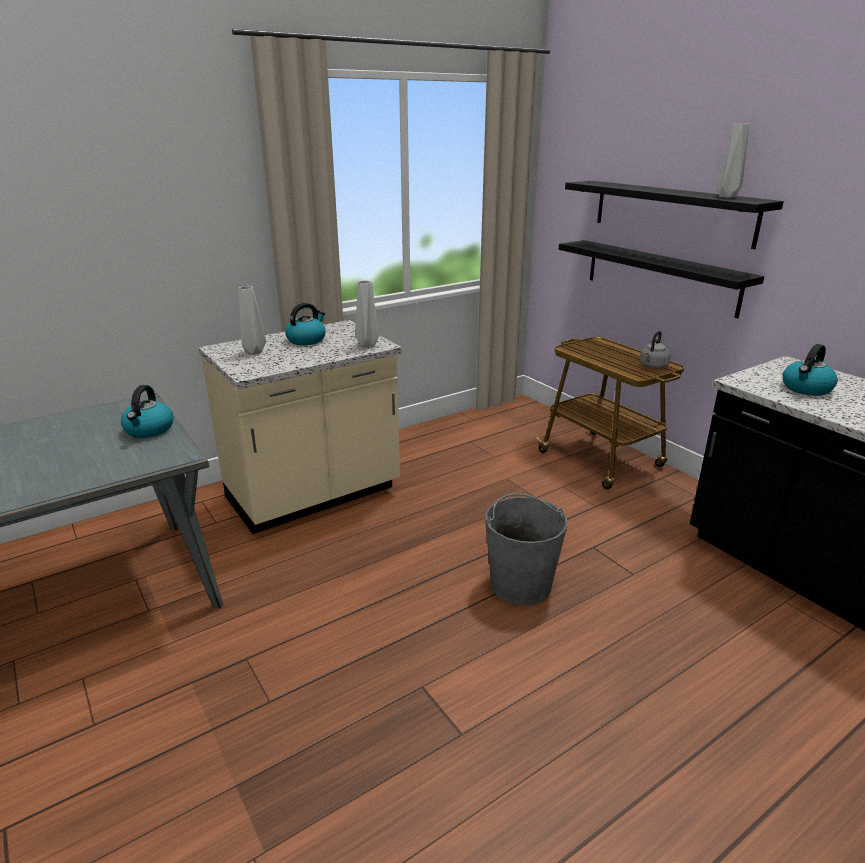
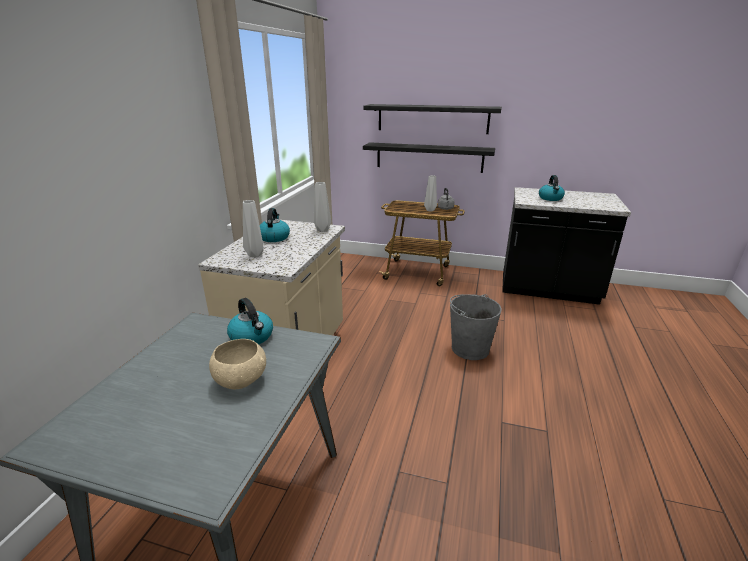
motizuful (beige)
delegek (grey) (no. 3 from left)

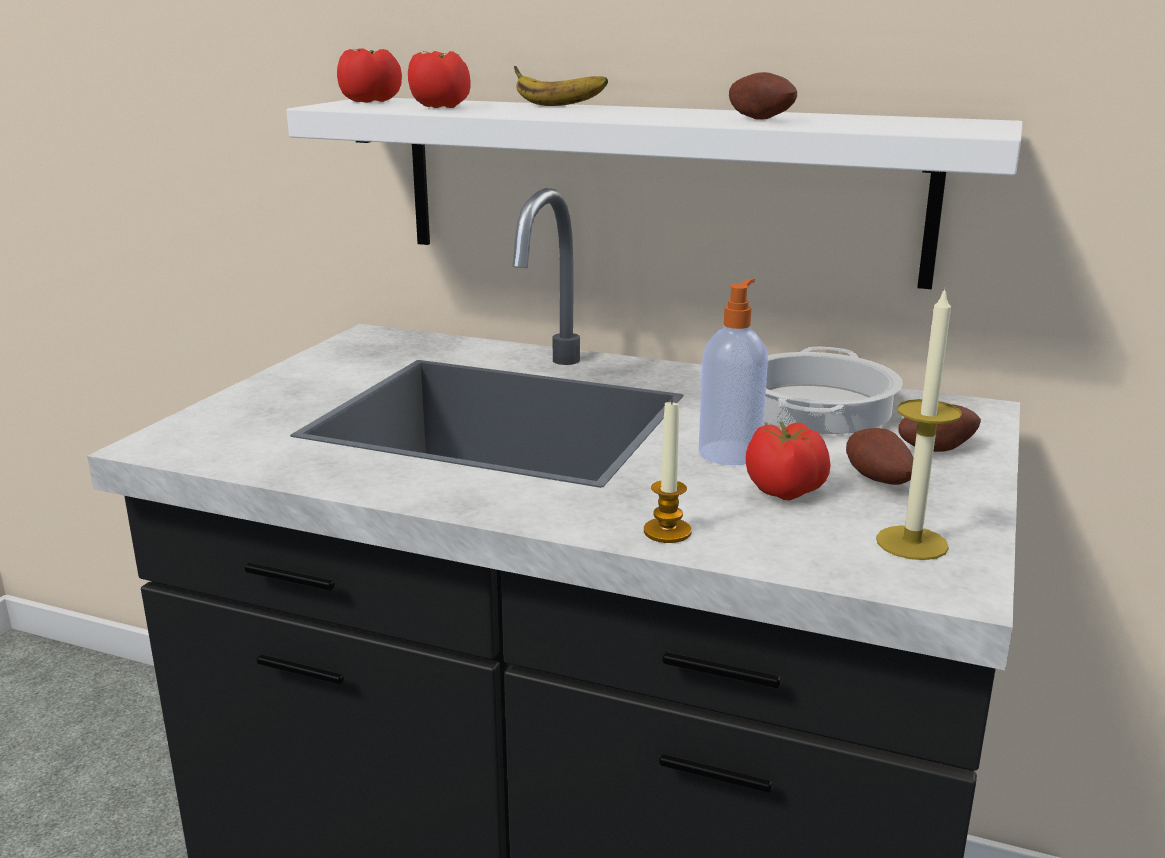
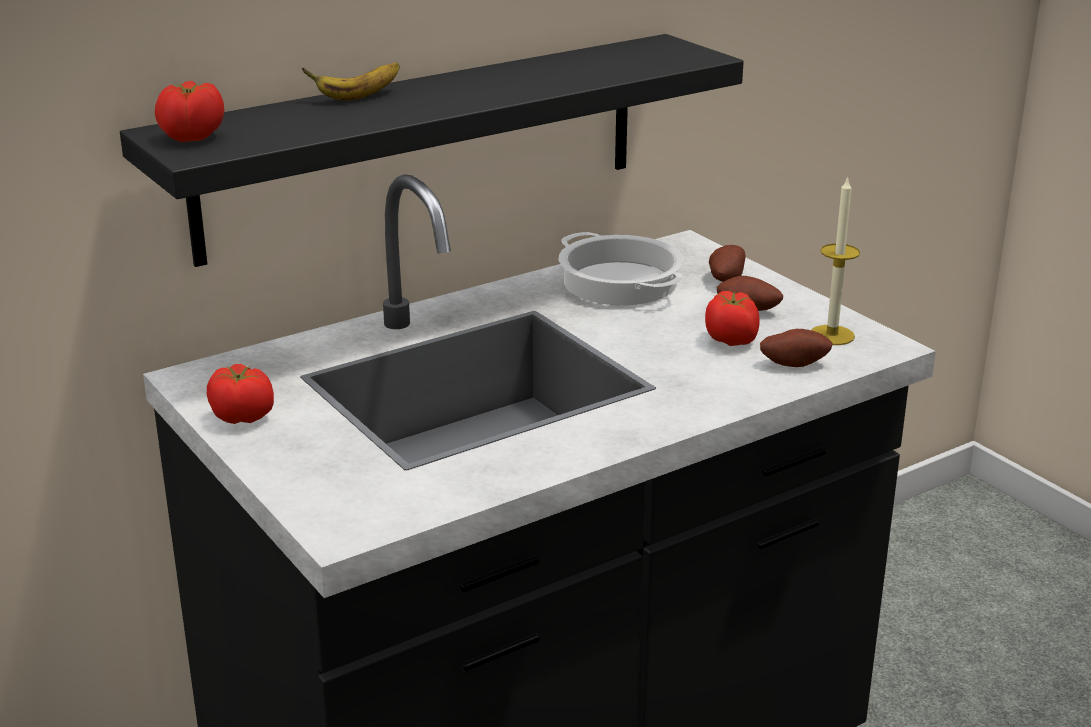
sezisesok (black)
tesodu (no. 2 from left)
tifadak (no. 3 from left)
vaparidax (no. 1 from left in the first image)
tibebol

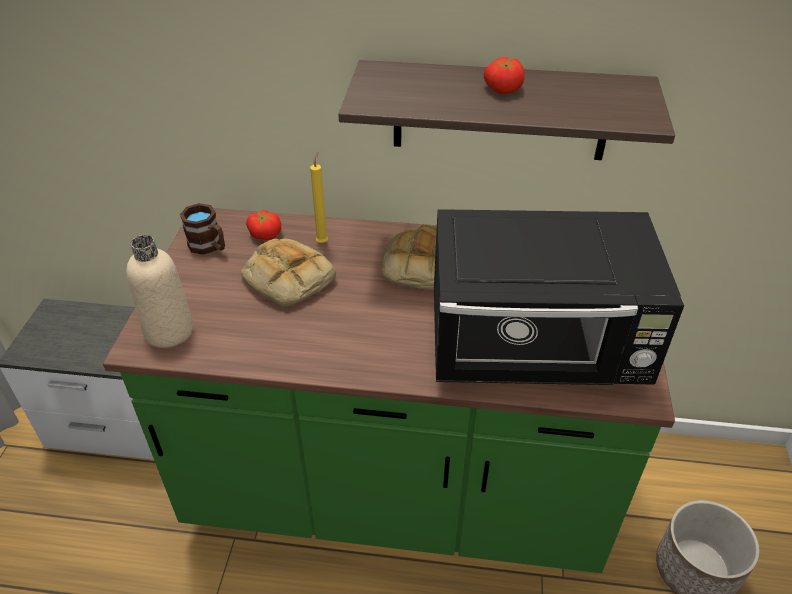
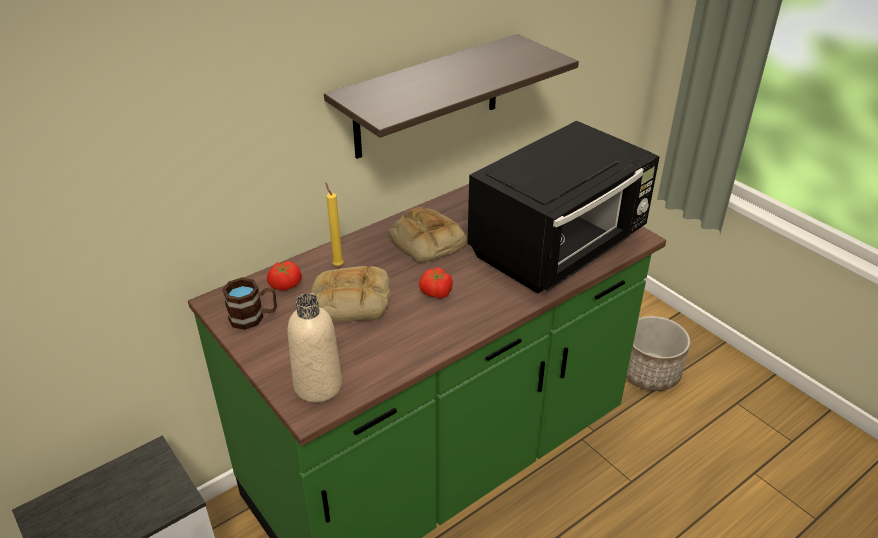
tesodu (no. 2 from left)

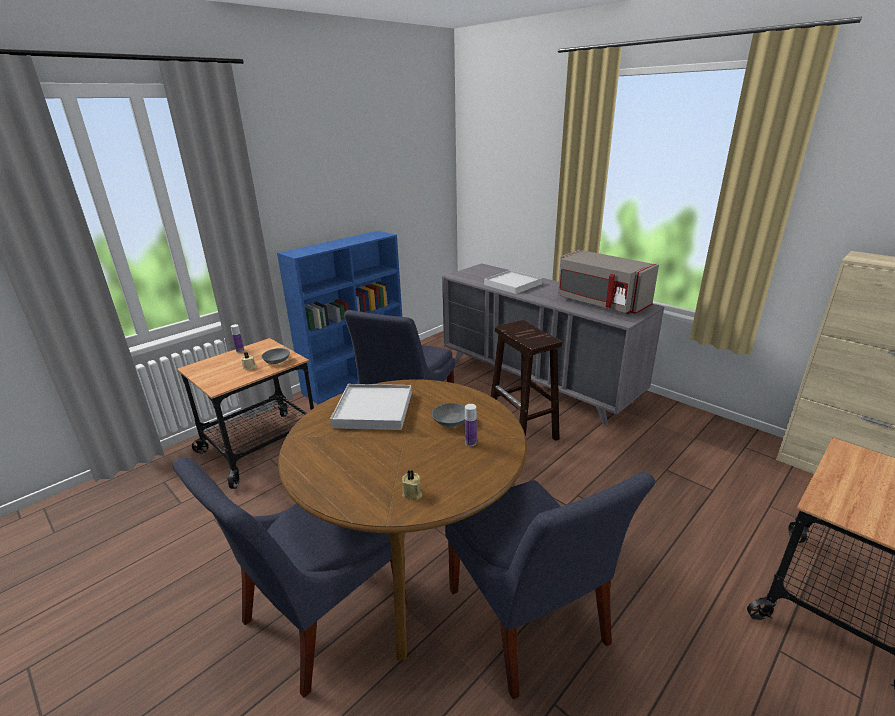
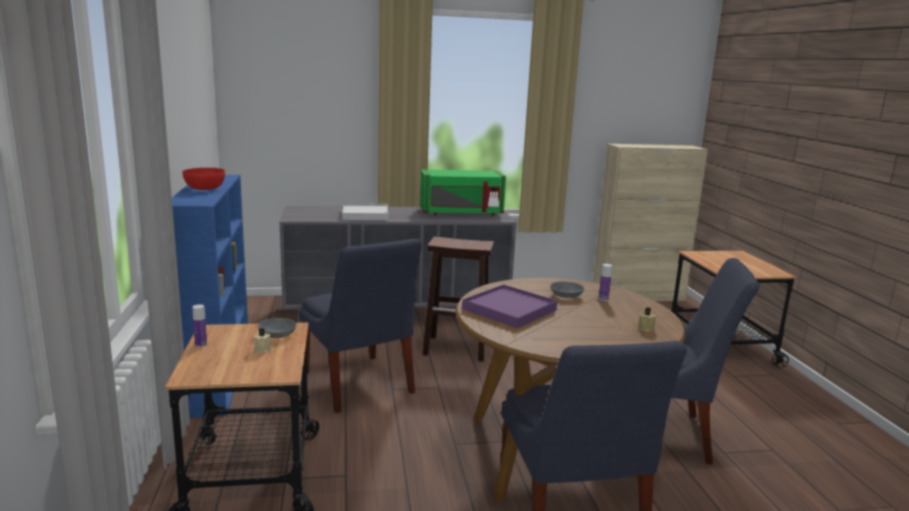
motizuful (red)
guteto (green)
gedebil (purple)

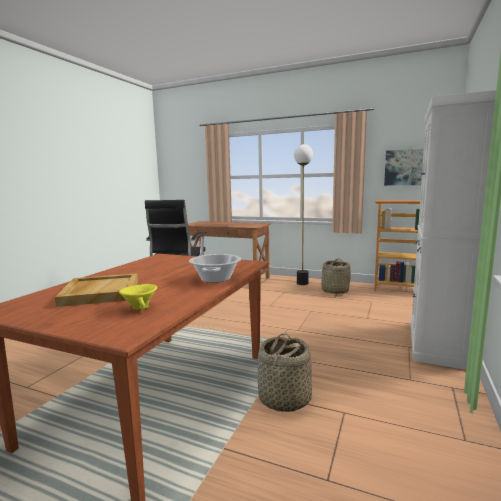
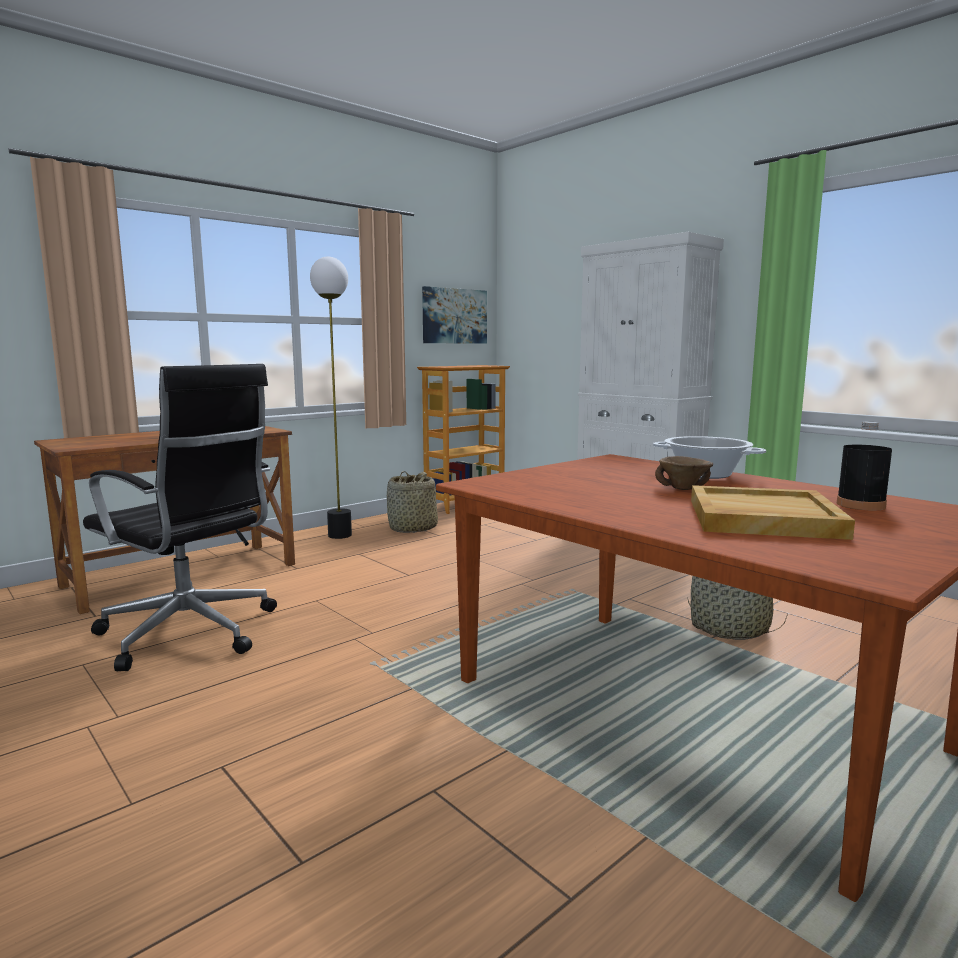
motizuful (brown)
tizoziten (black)

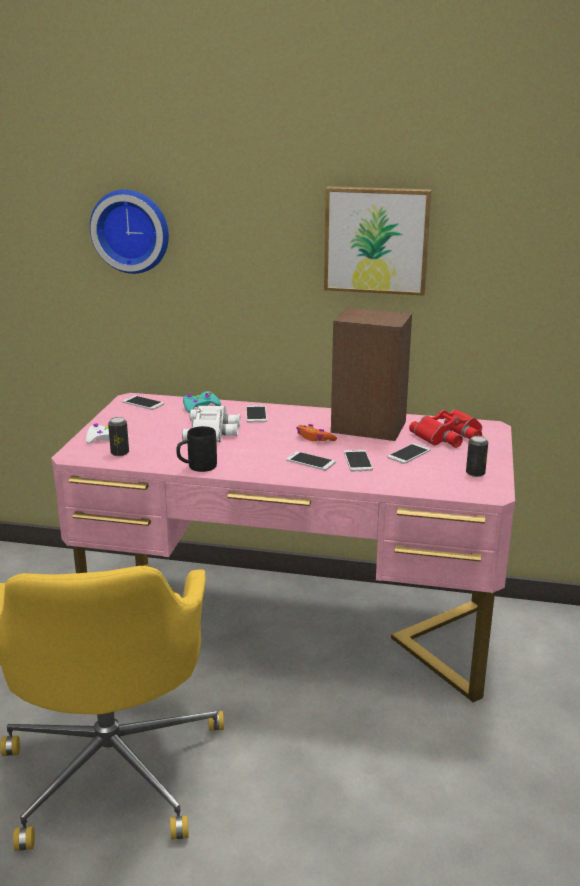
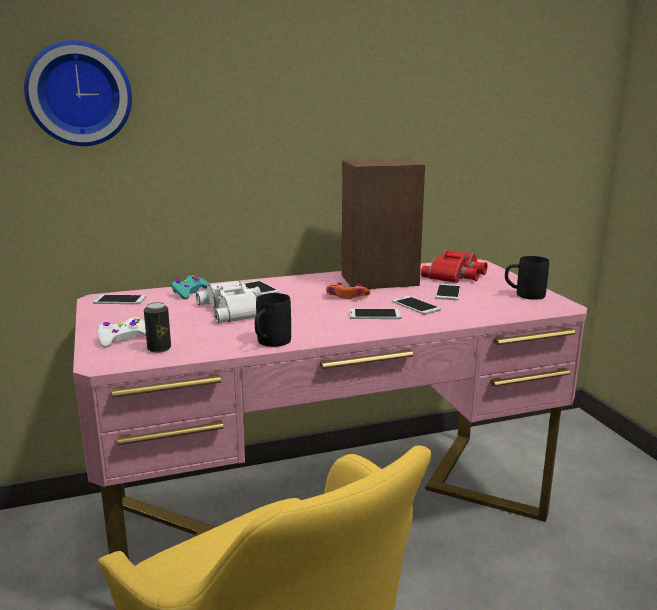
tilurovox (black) (no. 2 from left)
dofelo

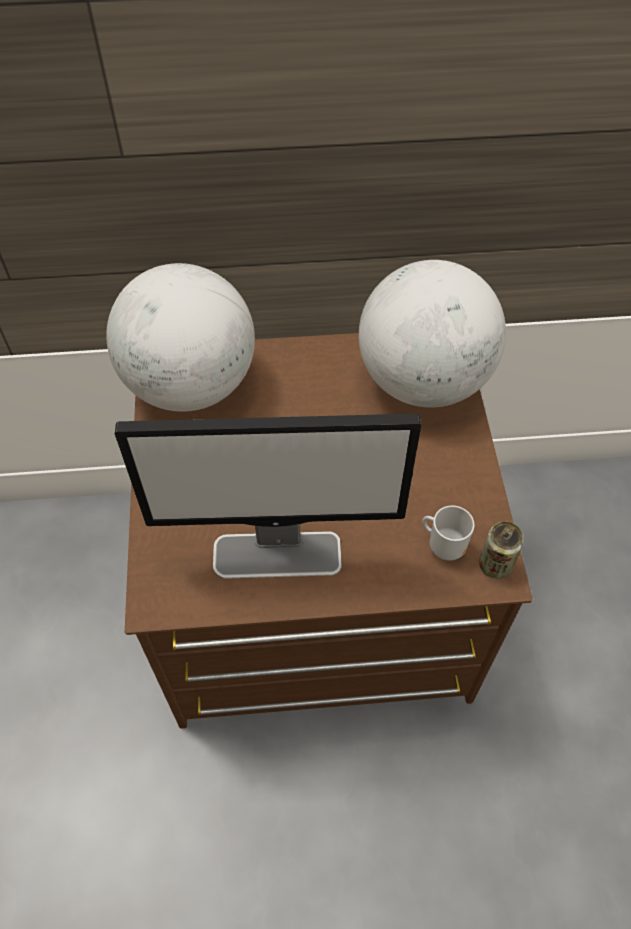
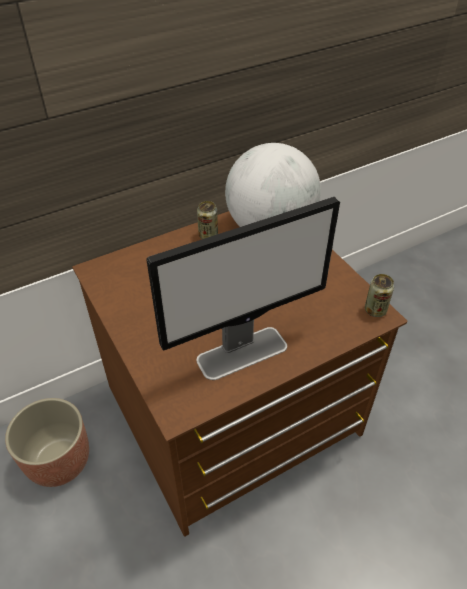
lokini
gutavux (no. 1 from left)
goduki (no. 1 from left in the first image)
tilurovox

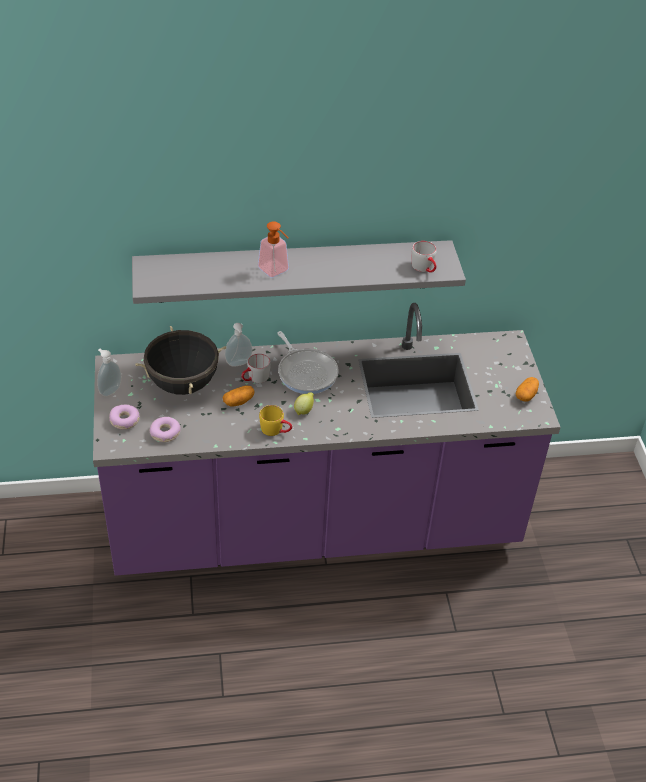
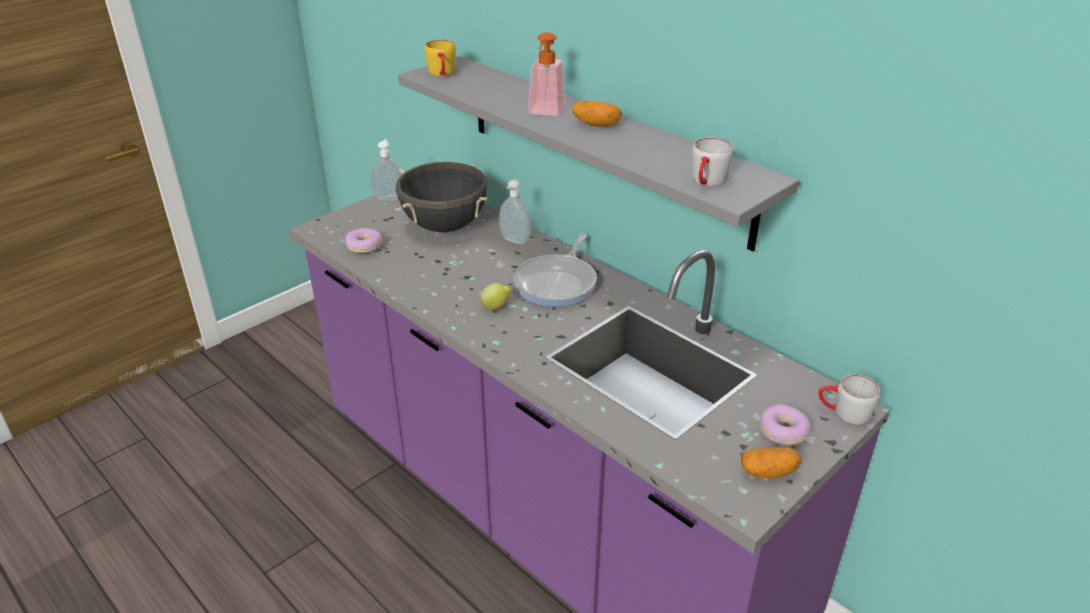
tilurovox (yellow)
tifadak (no. 1 from left)
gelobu (no. 2 from left)
tilurovox (grey) (no. 2 from left)

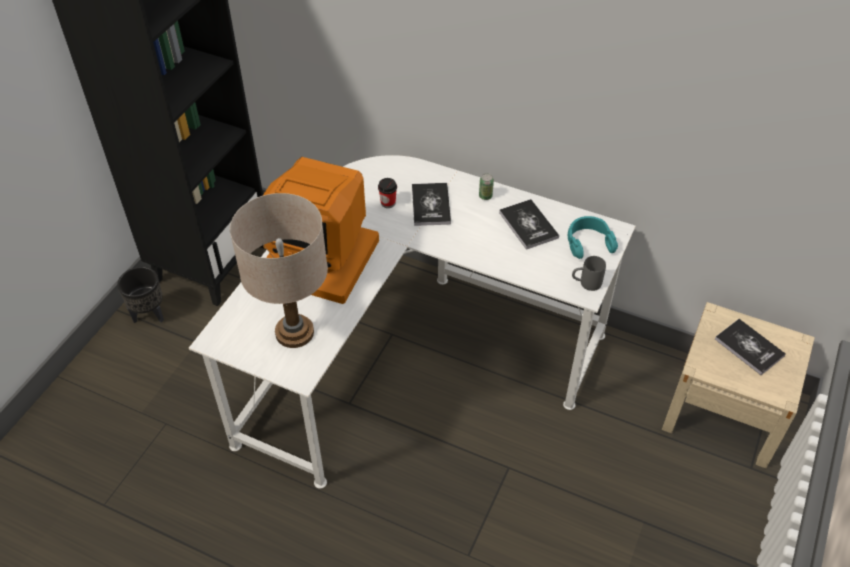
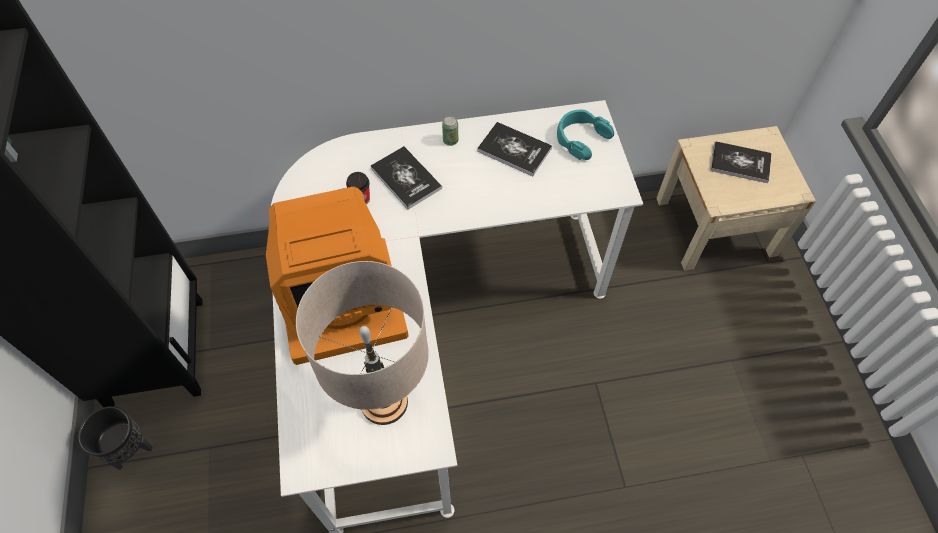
tilurovox (grey)

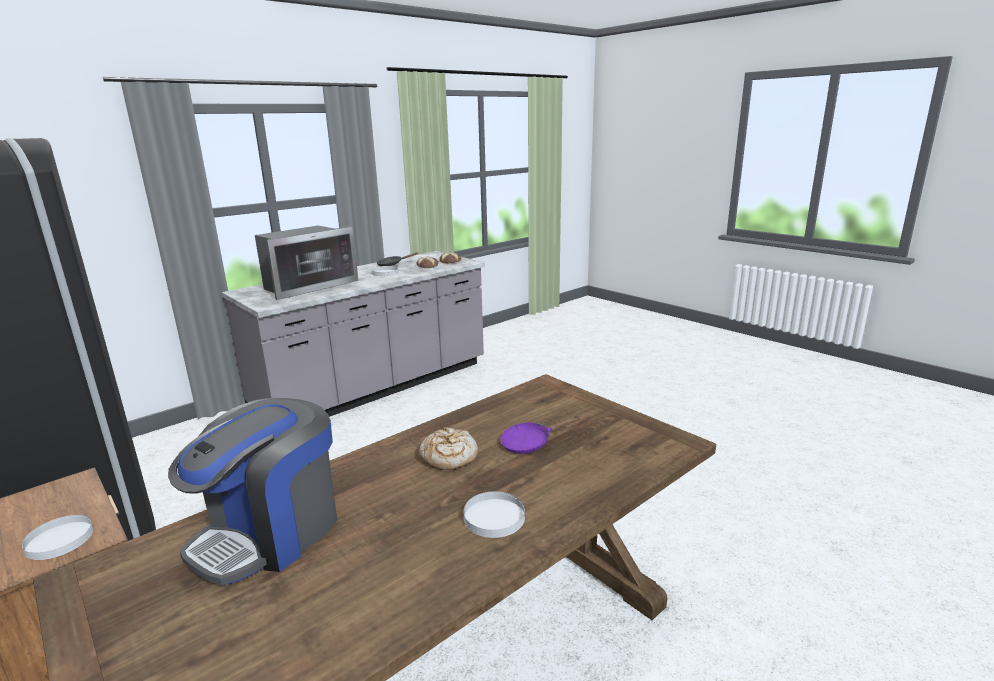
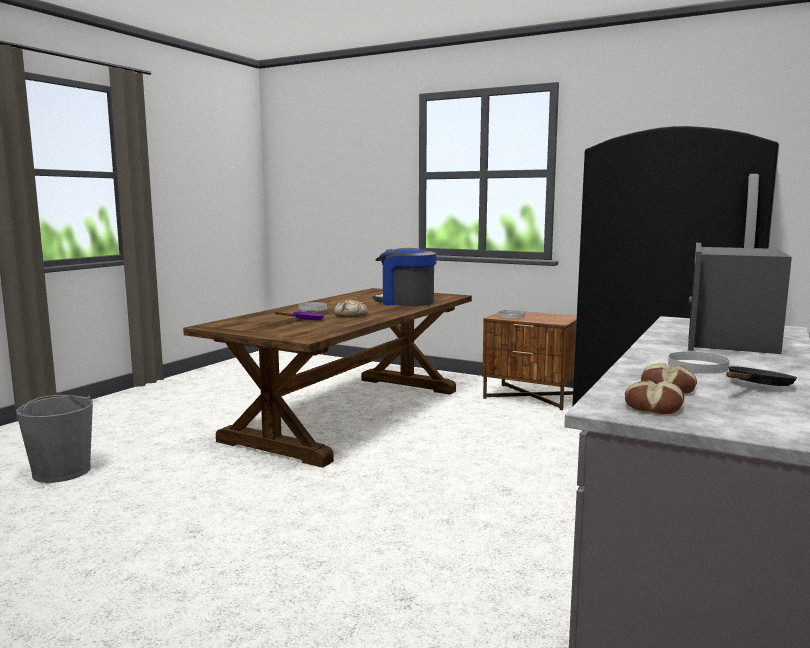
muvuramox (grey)
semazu

